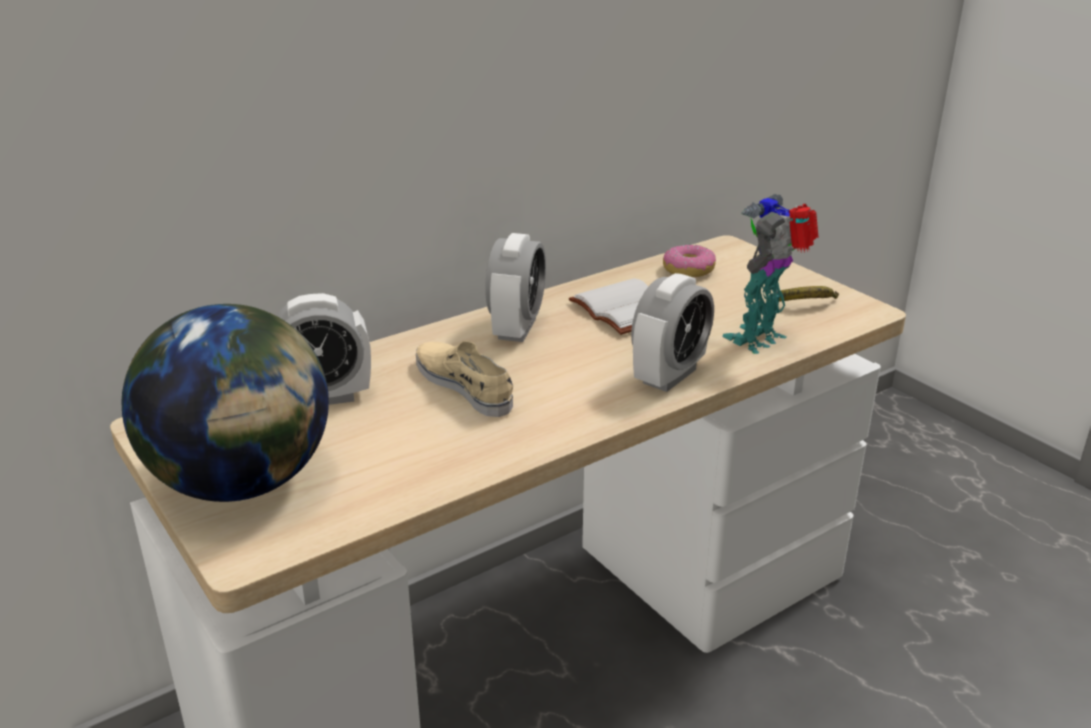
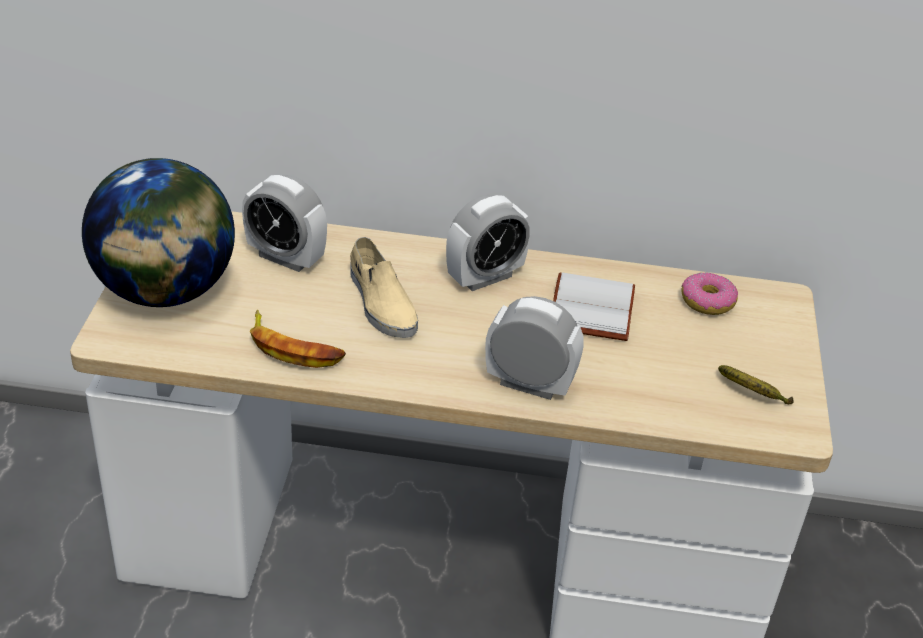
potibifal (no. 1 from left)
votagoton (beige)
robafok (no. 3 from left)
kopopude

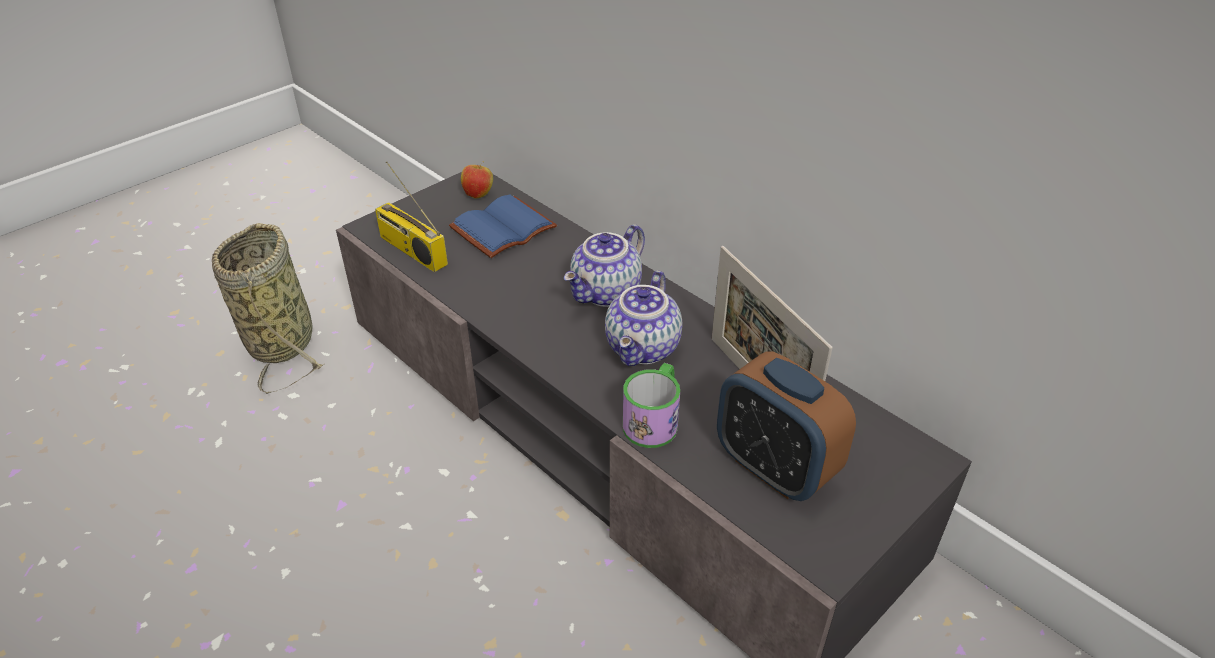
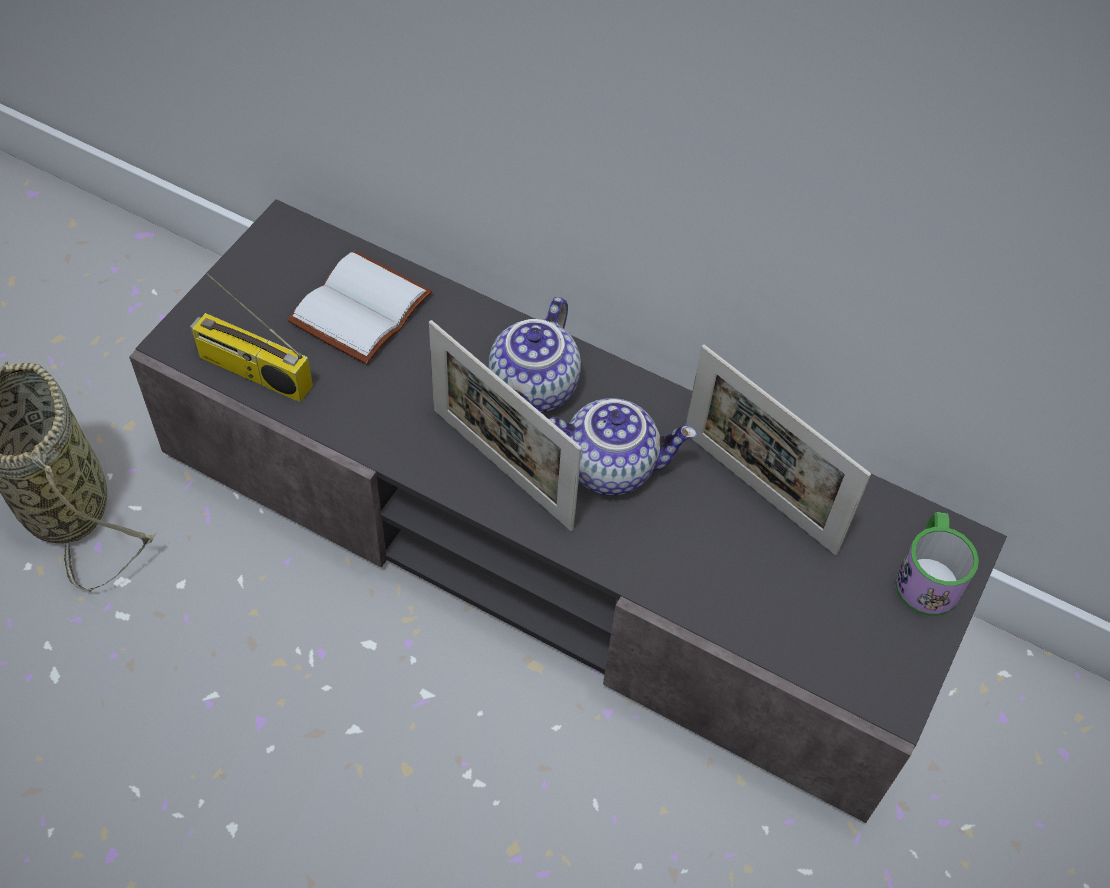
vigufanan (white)
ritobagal (no. 1 from left)
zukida (no. 2 from left)
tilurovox
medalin
robafok

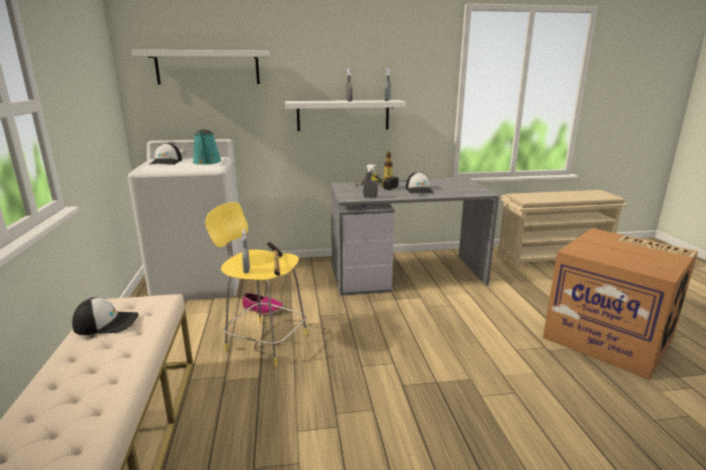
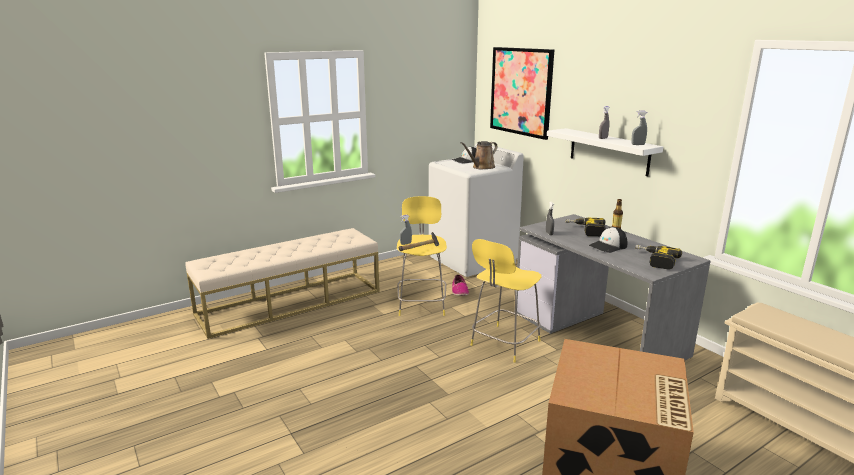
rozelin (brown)
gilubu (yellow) (no. 2 from left)
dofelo
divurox (no. 2 from left)
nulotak (no. 1 from left in the first image)

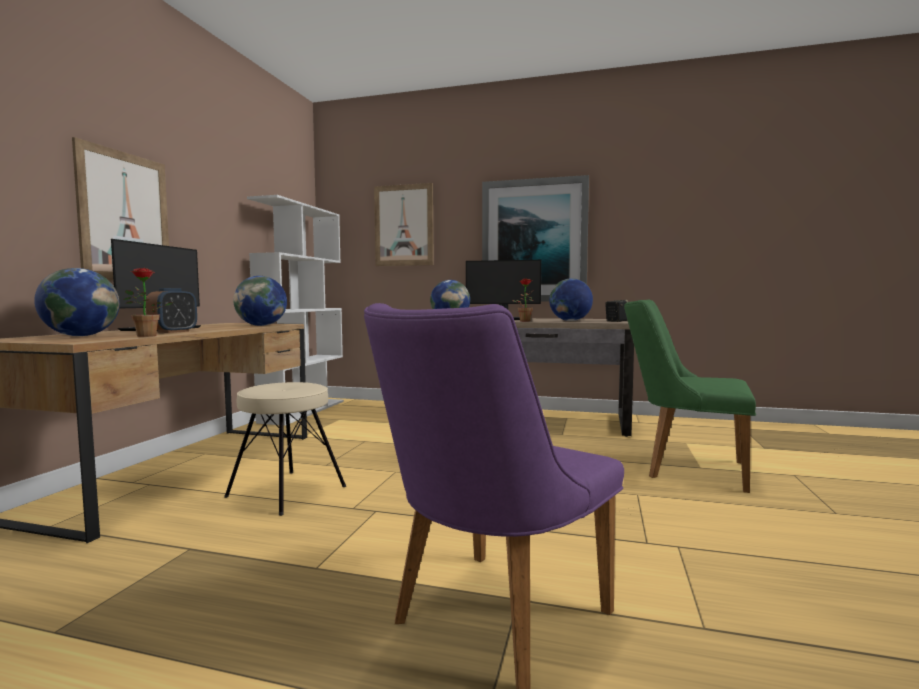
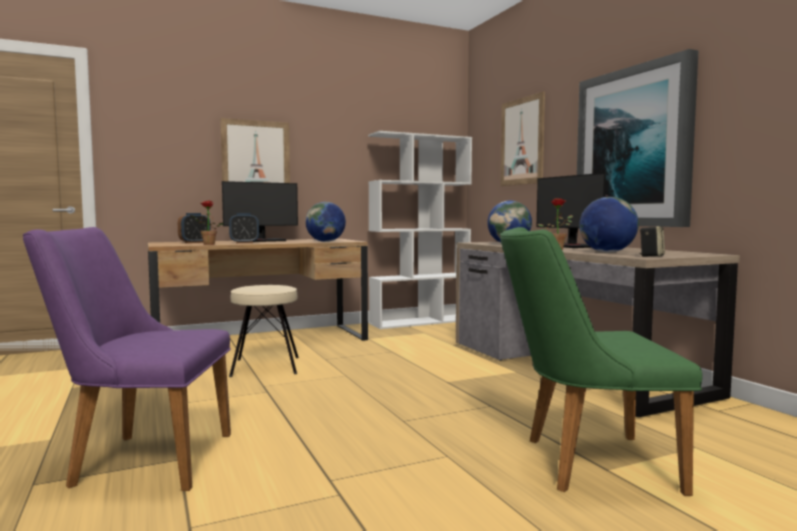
robafok (no. 1 from left)
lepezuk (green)

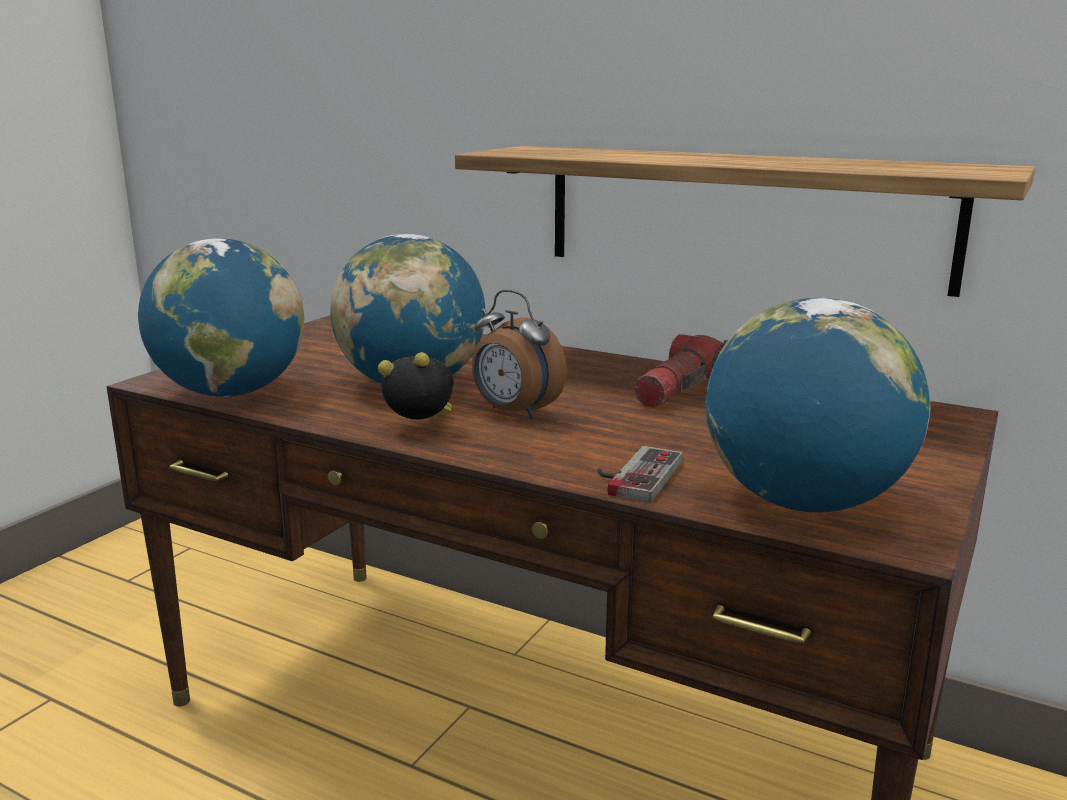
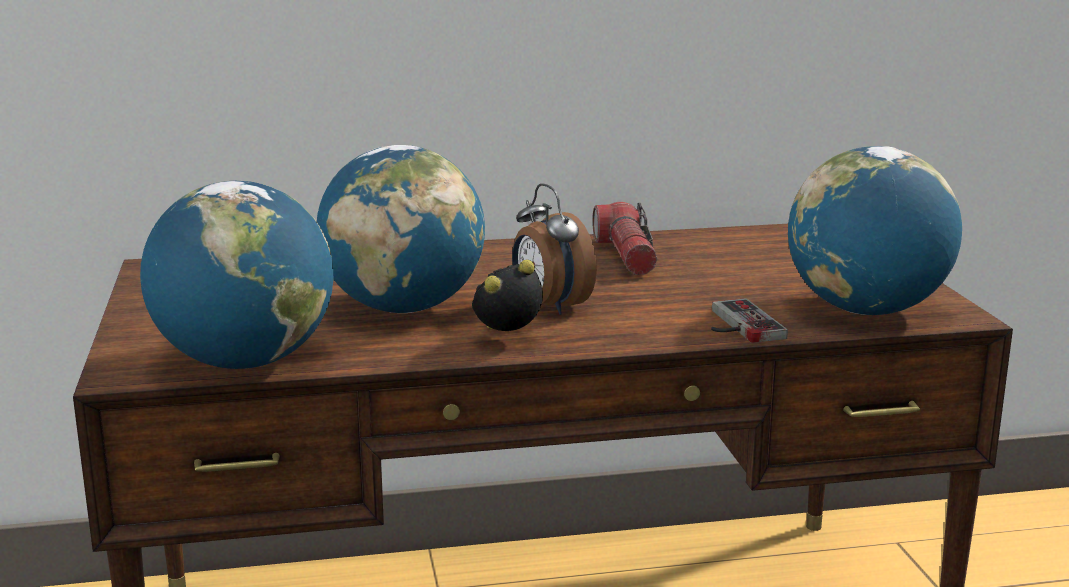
robafok (no. 2 from left)
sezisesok

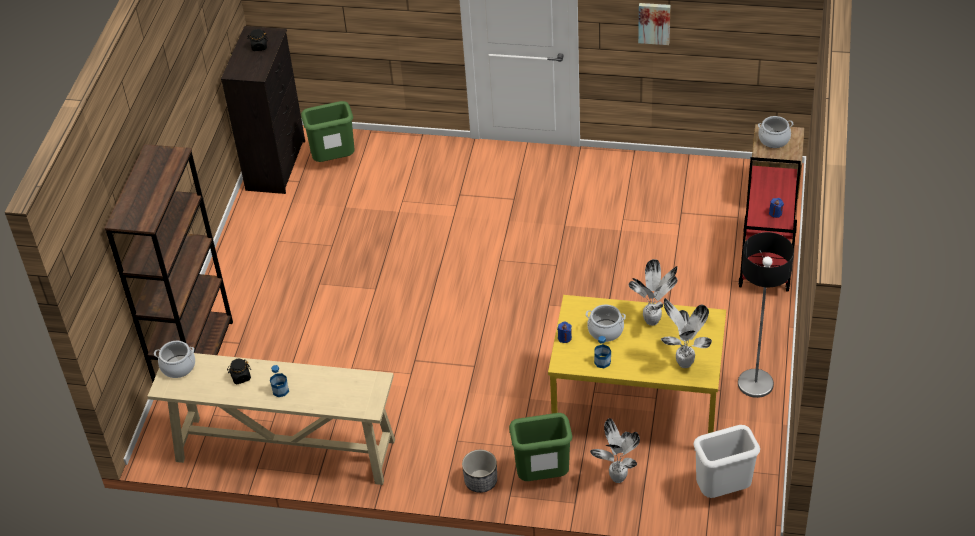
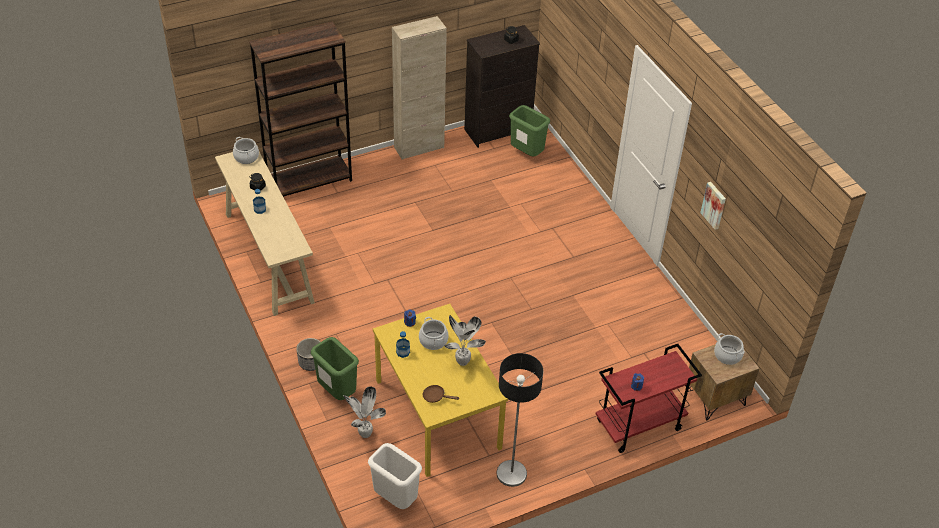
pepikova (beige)
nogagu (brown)

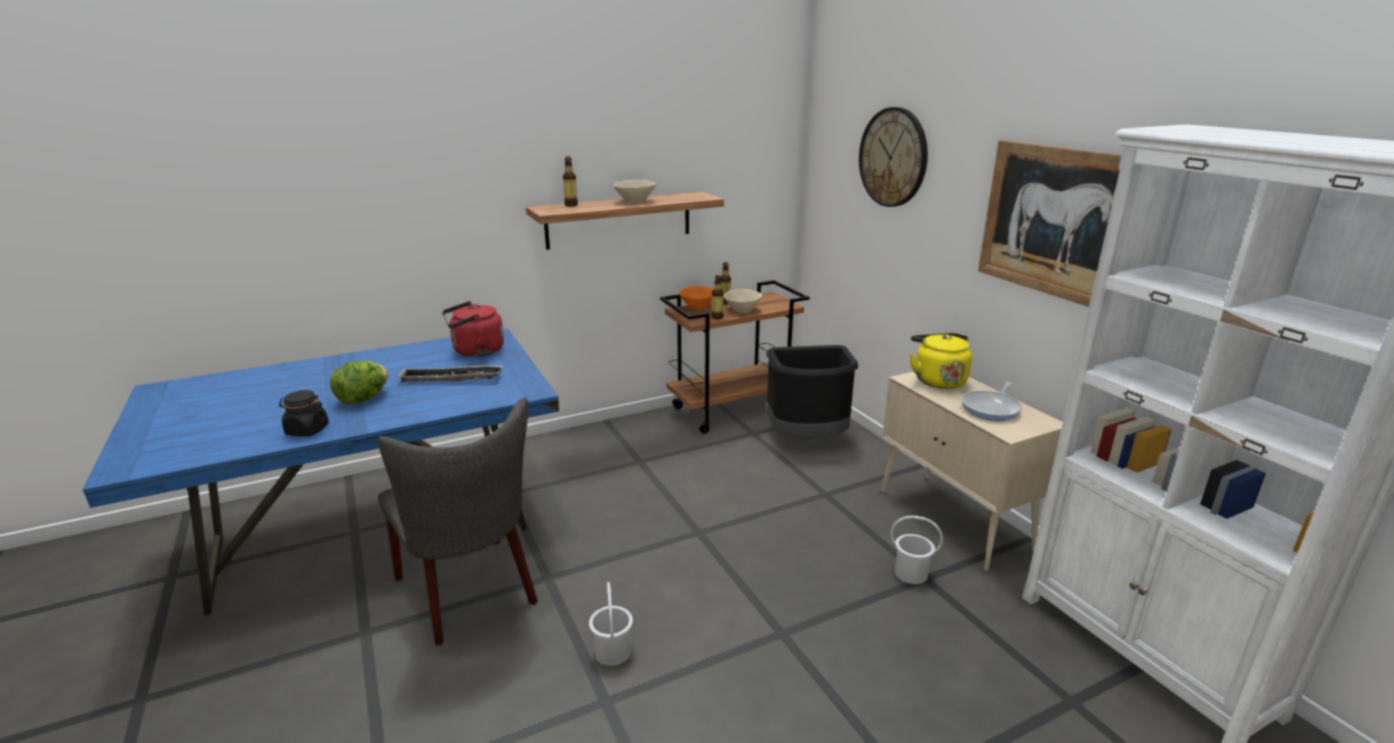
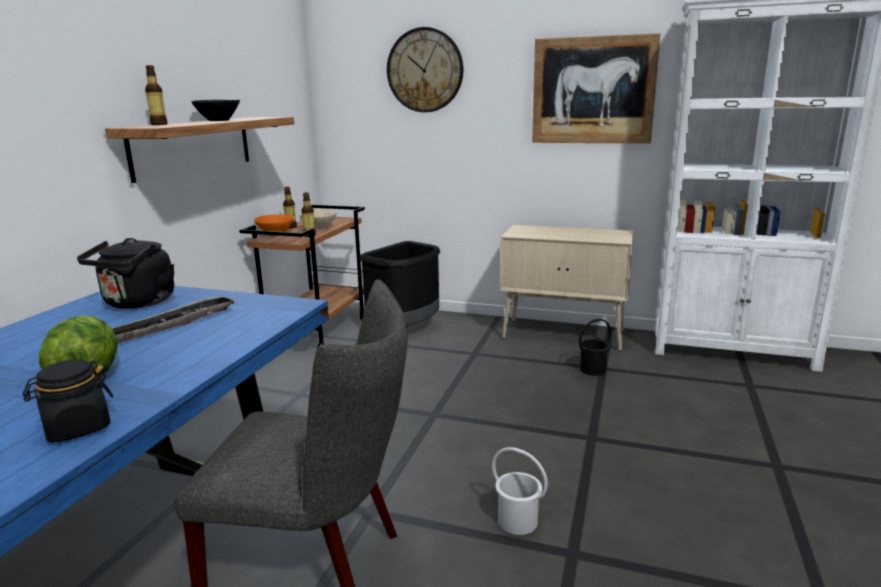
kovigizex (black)
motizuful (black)
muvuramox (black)
kovigizex (yellow)
nogagu

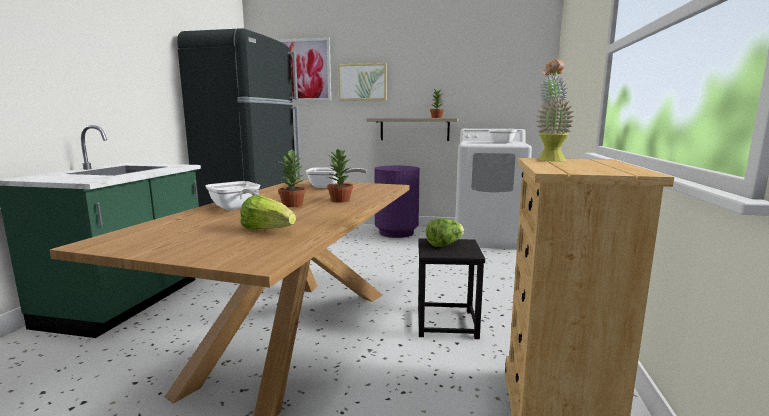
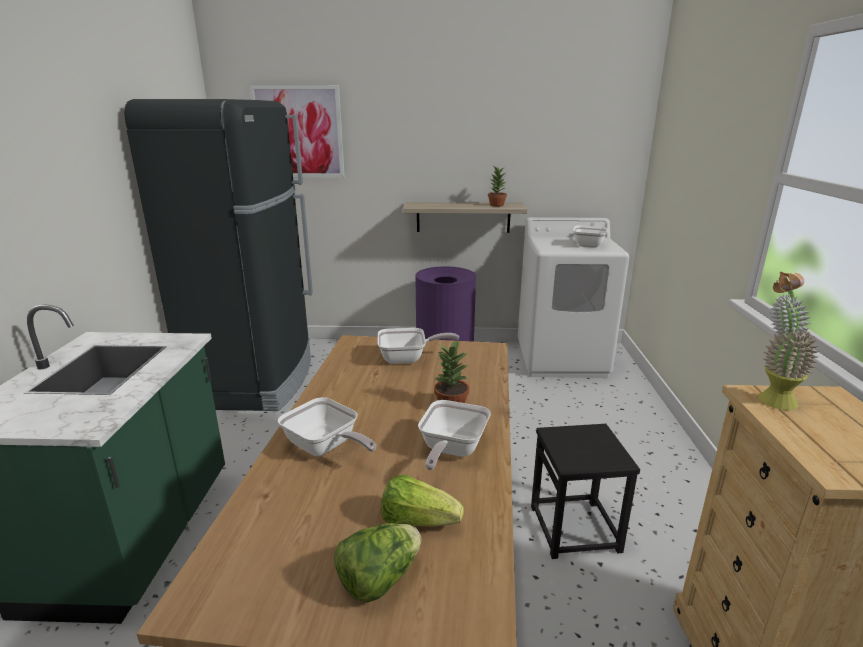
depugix (no. 1 from left)
nogagu (no. 3 from left)
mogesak (no. 1 from left in the first image)
dofelo (no. 2 from left in the first image)

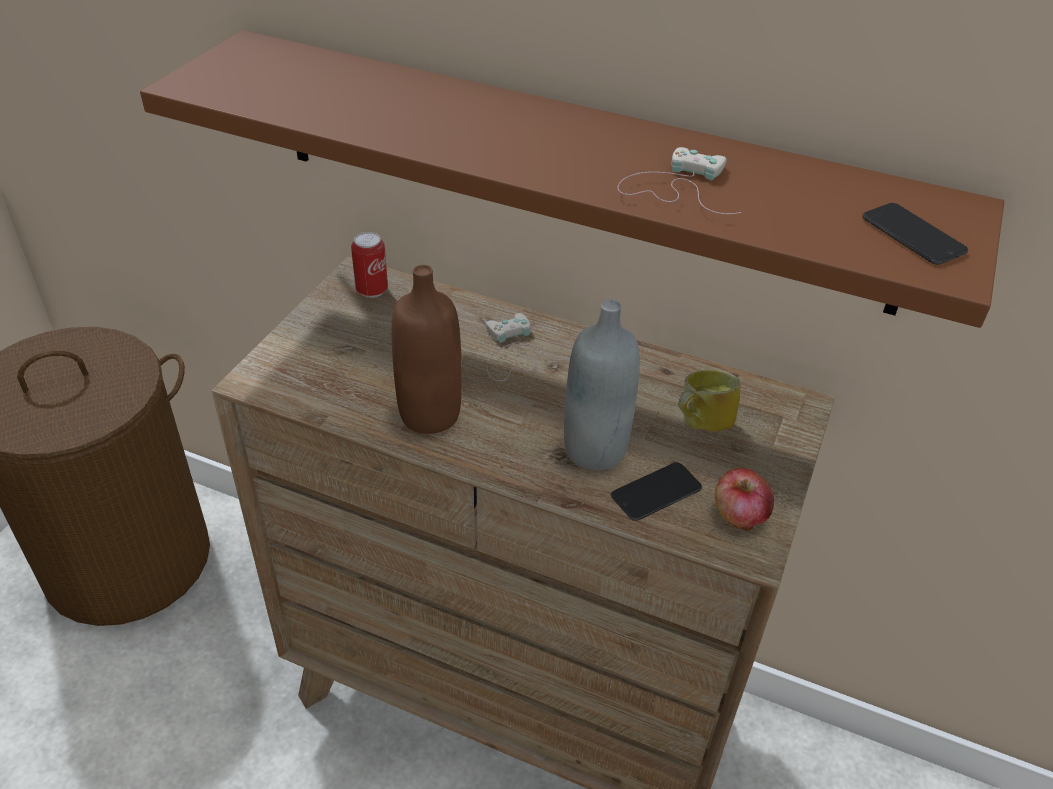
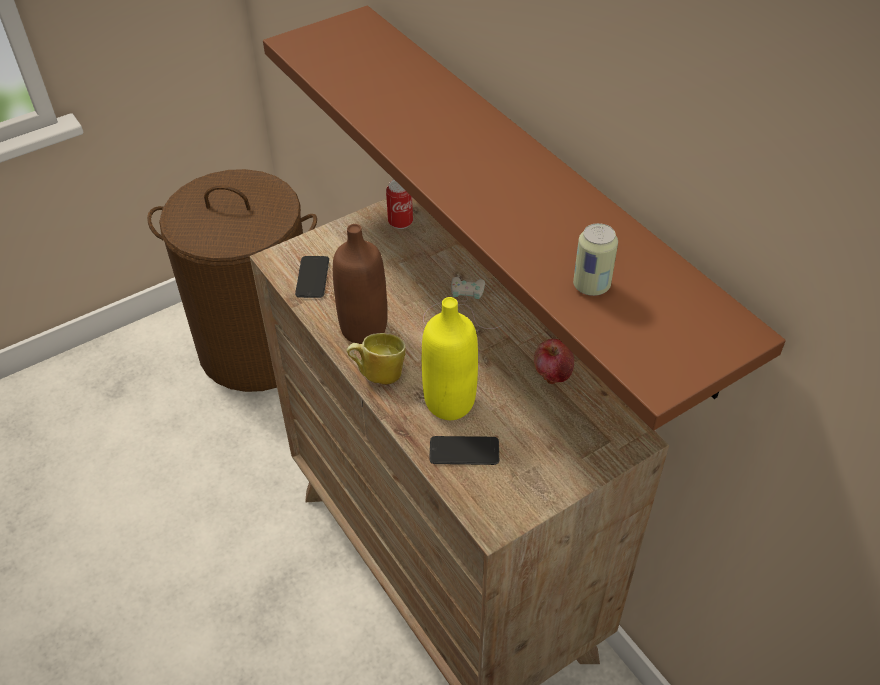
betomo (no. 1 from left)
tilurovox
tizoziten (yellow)
medalin
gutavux (no. 2 from left)
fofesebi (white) (no. 2 from left in the first image)

